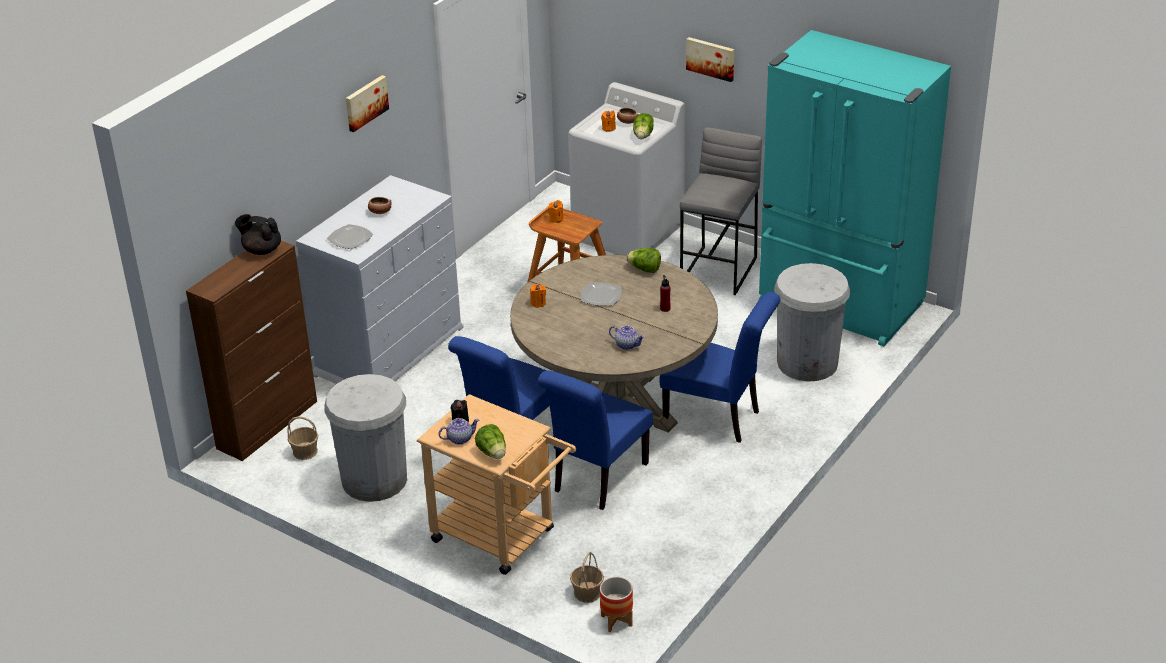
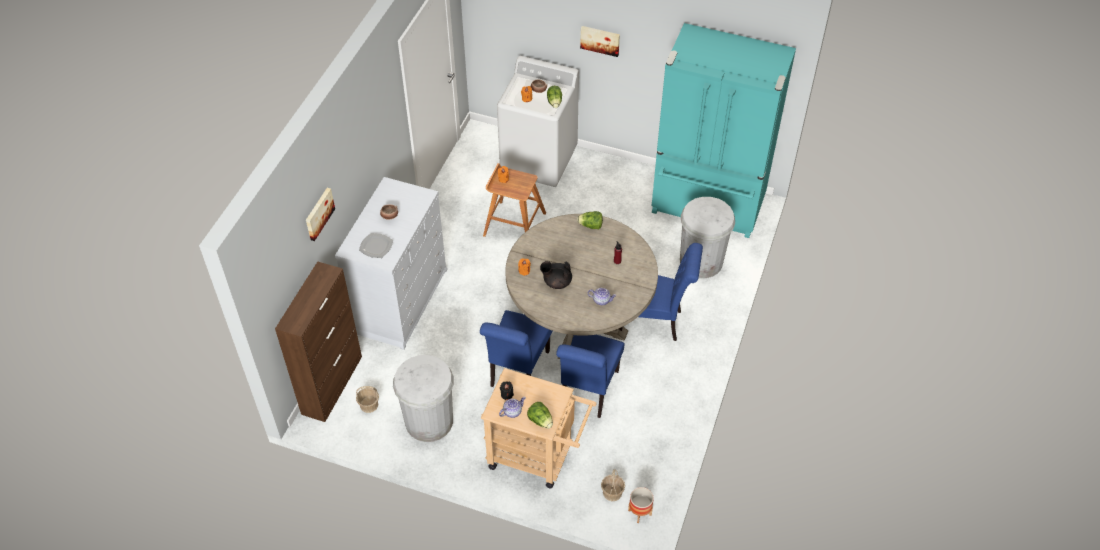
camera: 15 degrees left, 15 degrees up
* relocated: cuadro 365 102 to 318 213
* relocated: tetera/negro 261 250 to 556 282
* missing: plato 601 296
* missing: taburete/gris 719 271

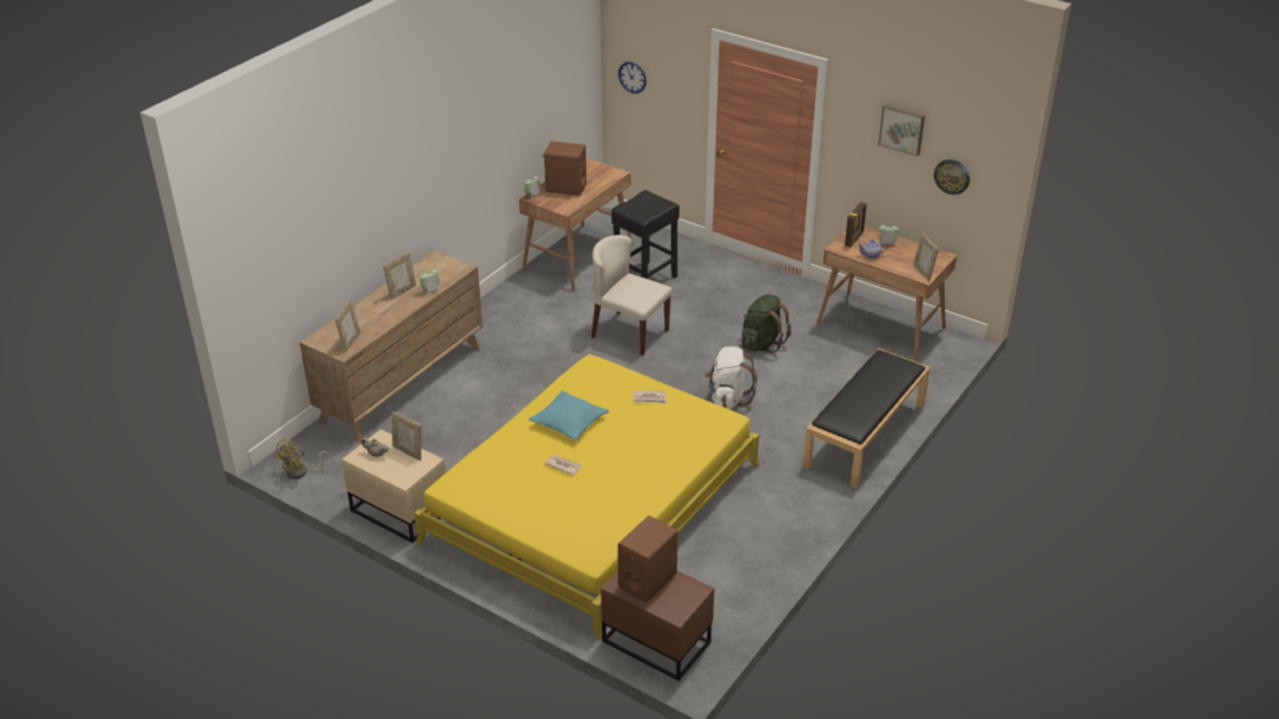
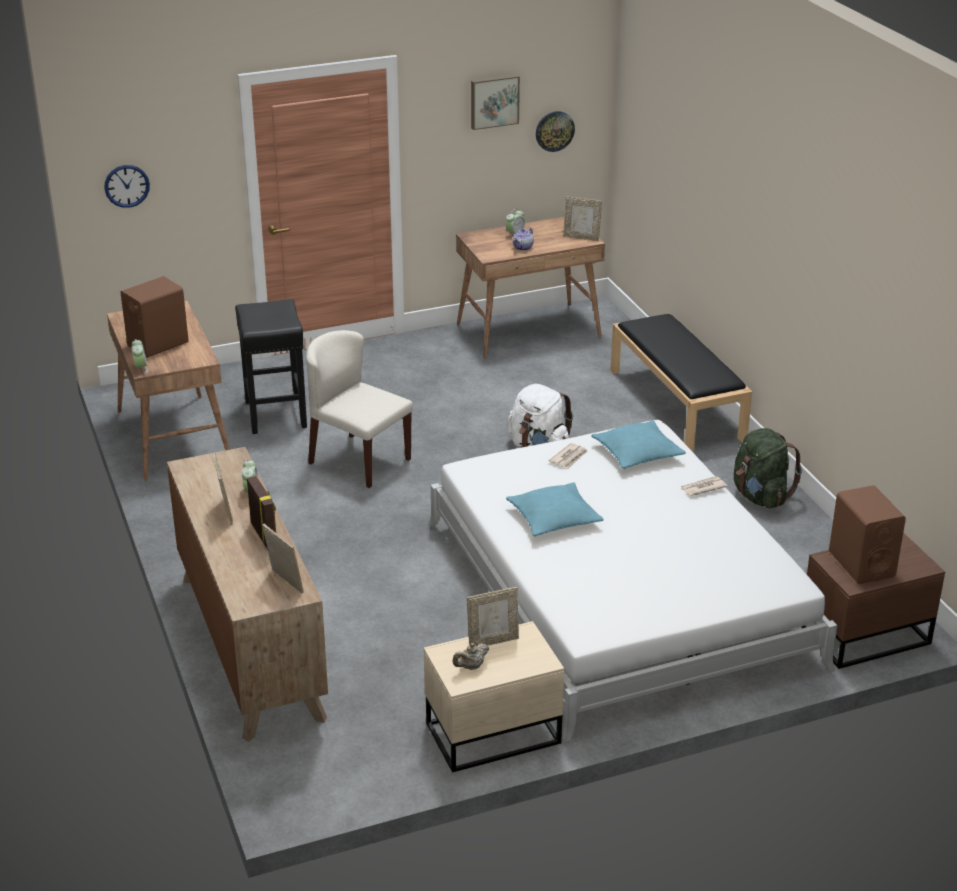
camera: 55 degrees left, 5 degrees down
* relocated: portarretratos 854 239 to 264 535
* spun: silla/beis 629 333 = 359 461 60 degrees clockwise
* colour: cama/amarillo 593 503 to cama/blanco 618 592
* appeared: cojín/turquesa 637 453
* relocated: periódico 563 465 to 702 488
* relocated: mochila/verde 762 343 to 760 496
* missing: ventilador/amarillo 302 472

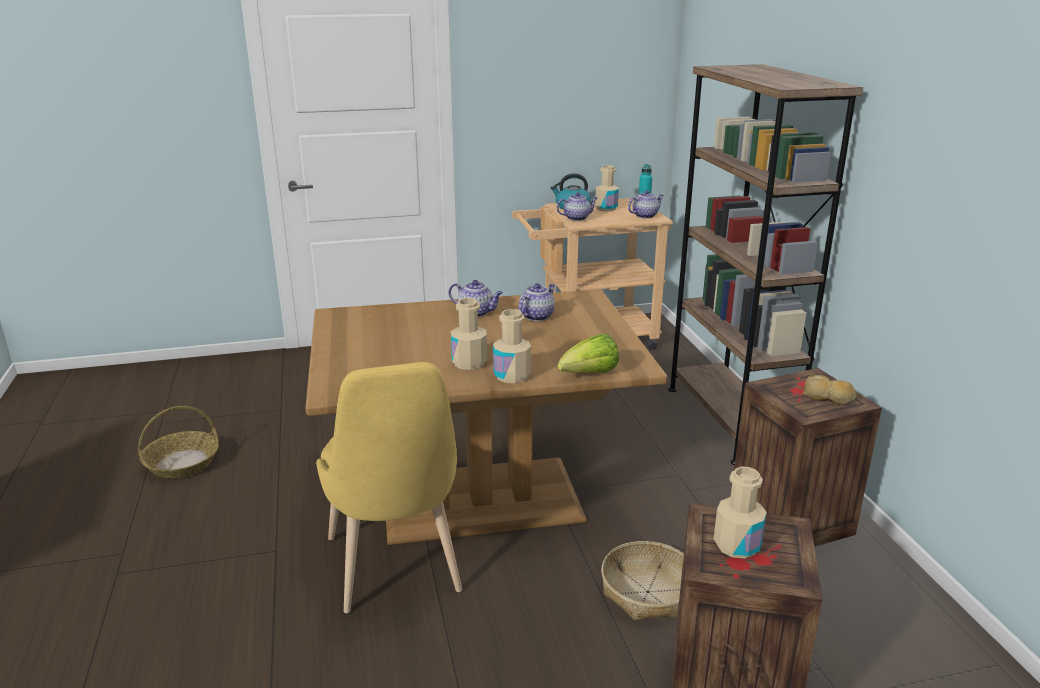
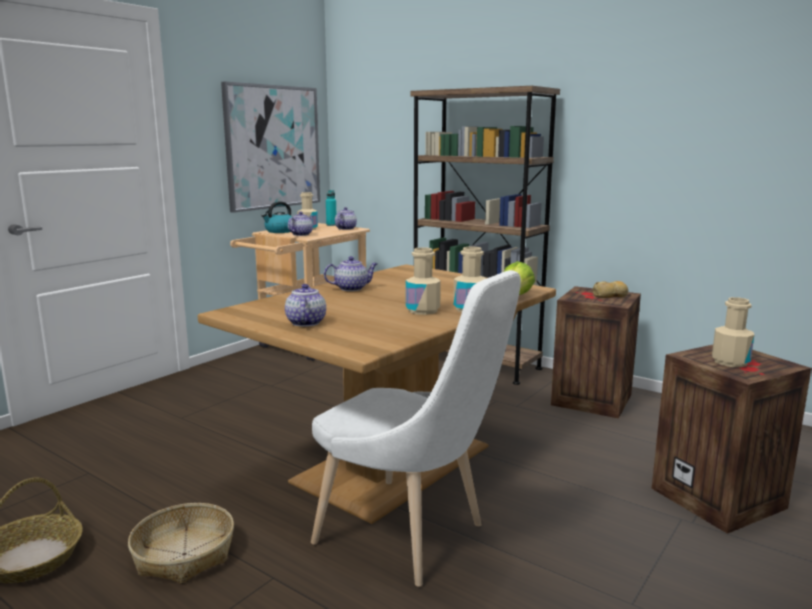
camera: 40 degrees left, 10 degrees down
* relocated: cesta 648 592 to 184 554
* appeared: cuadro 273 147
* relocated: tetera 536 316 to 305 322
* colour: silla/amarillo 397 571 to silla/blanco 410 537

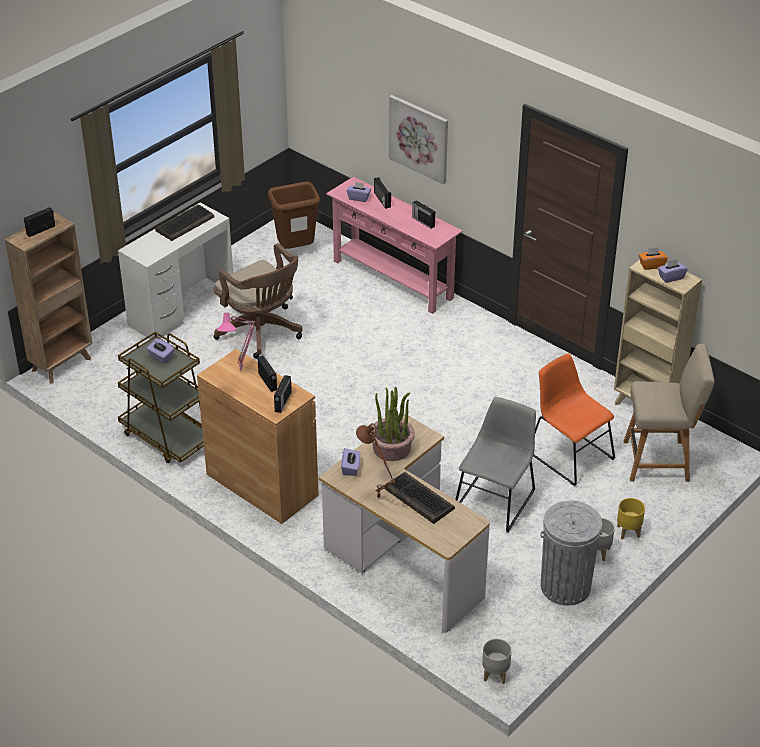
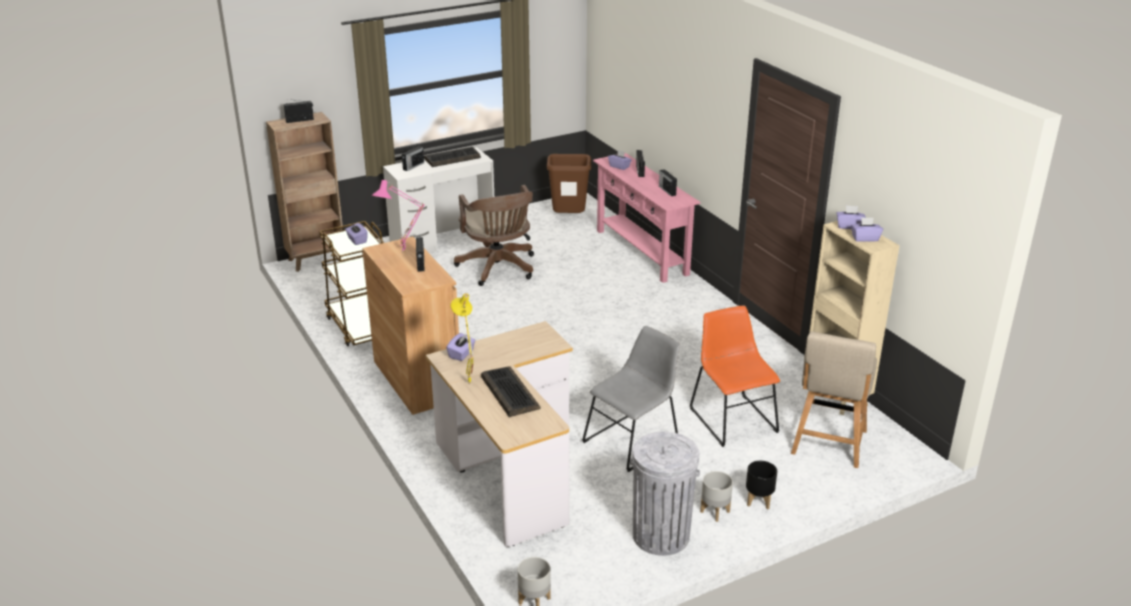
camera: 20 degrees right, 10 degrees down
* relocated: radio 282 402 to 413 166
* colour: lámpara de mesa/marrón 376 498 to lámpara de mesa/amarillo 467 383
* colour: maceta/amarillo 628 531 to maceta/negro 759 501
* spun: silla/beis 660 461 = 828 444 90 degrees clockwise
* colour: caja de pañuelos/naranja 651 265 to caja de pañuelos/morado 849 226
* missing: planta en maceta 392 448
* missing: cuadro 419 138

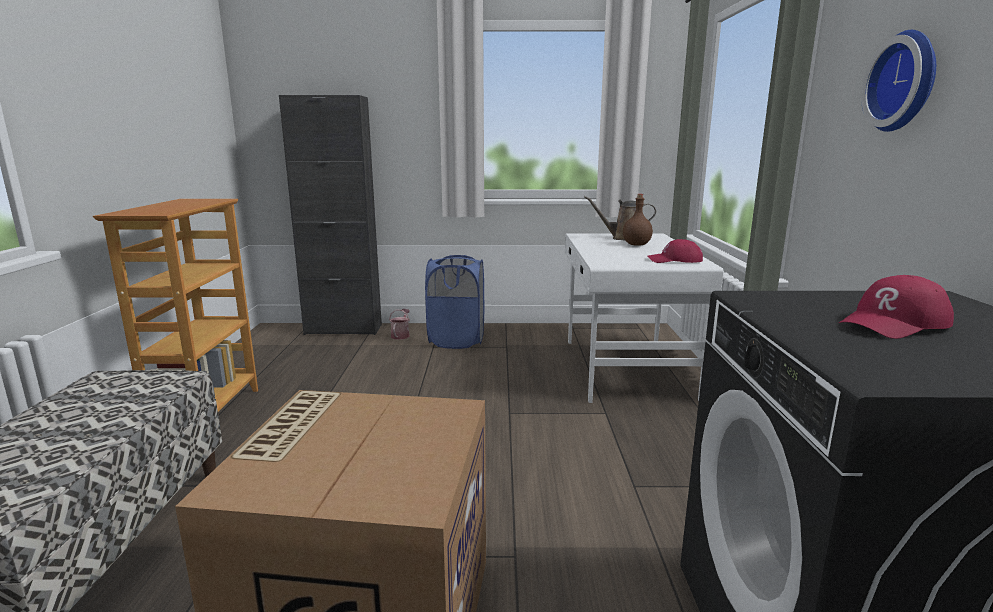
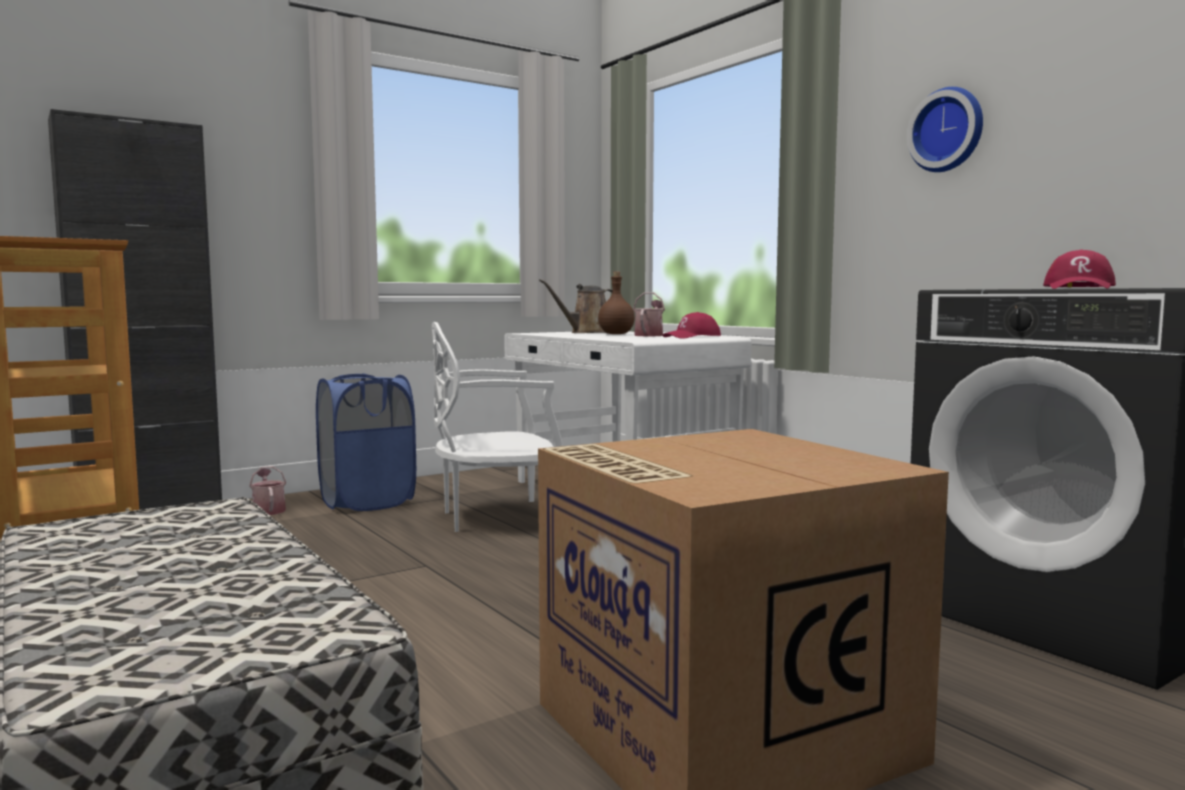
camera: 35 degrees left, 10 degrees down
* appeared: silla/blanco 496 518
* appeared: regadera 649 335

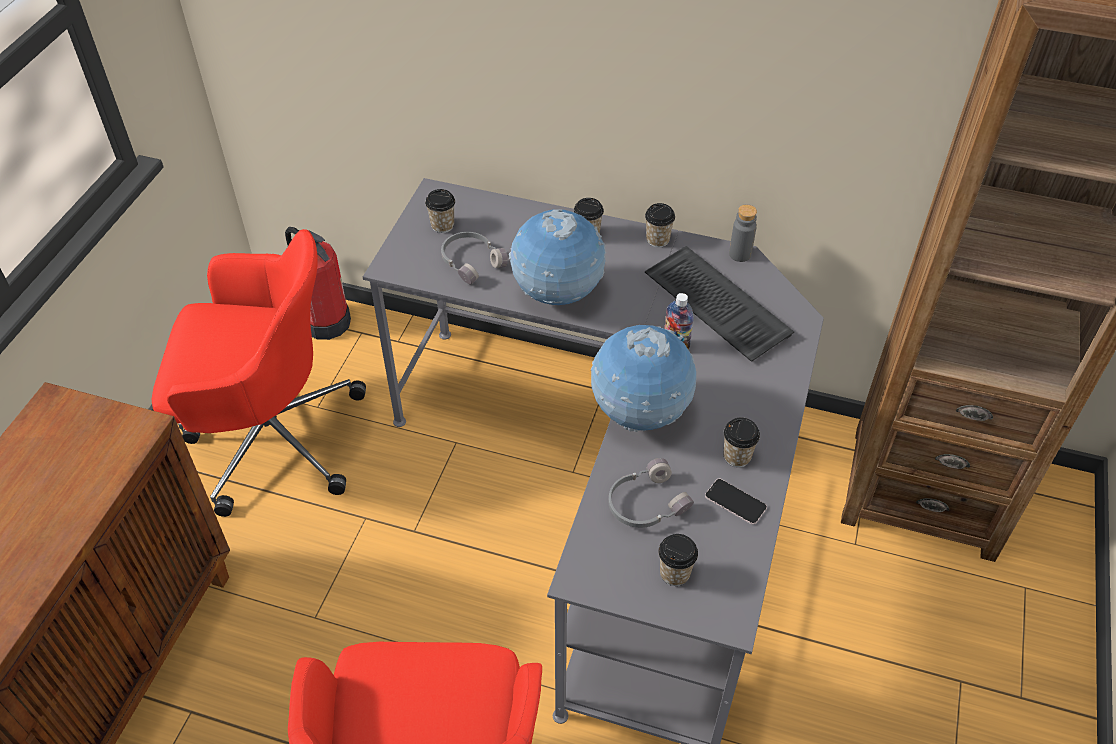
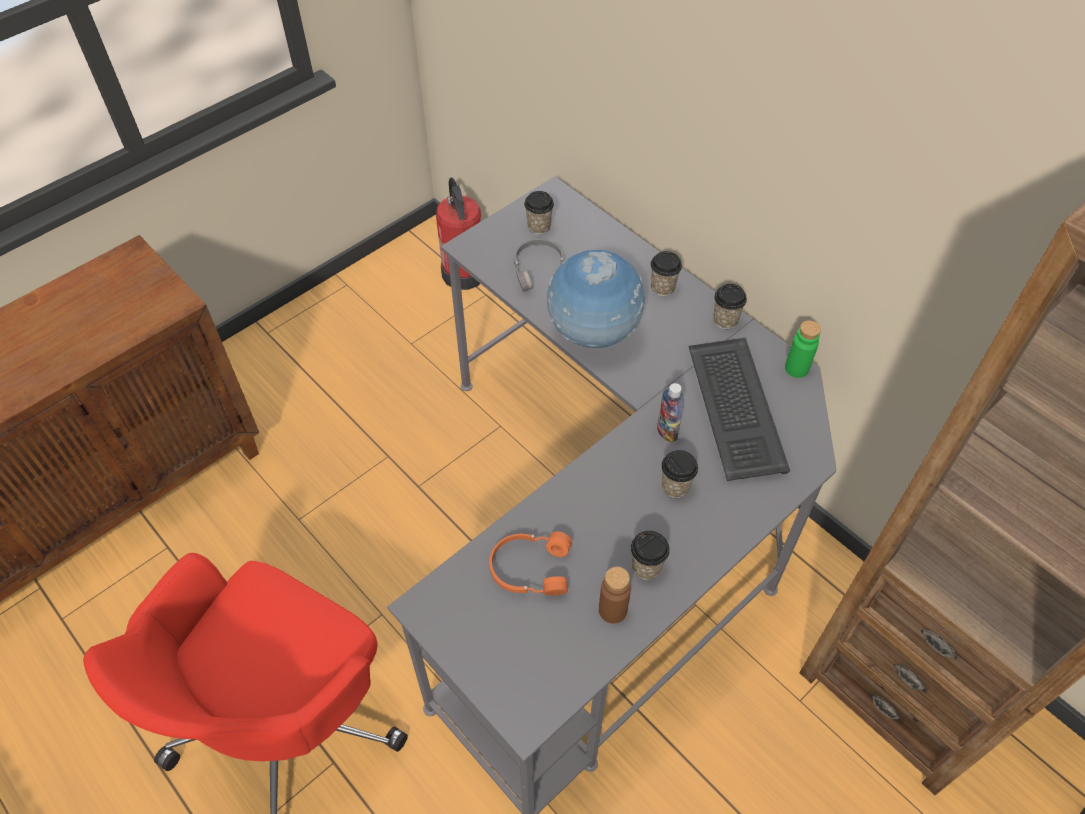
camera: 30 degrees right, 5 degrees up
* colour: auriculares/gris 645 503 to auriculares/naranja 530 568
* exchanged: móvil 735 502 to botella/marrón 612 610
* relocated: taza 674 573 to 675 487
* colour: botella/gris 740 254 to botella/verde 796 368
* missing: silla de oficina/rojo 271 437
* missing: globo terráqueo 640 414

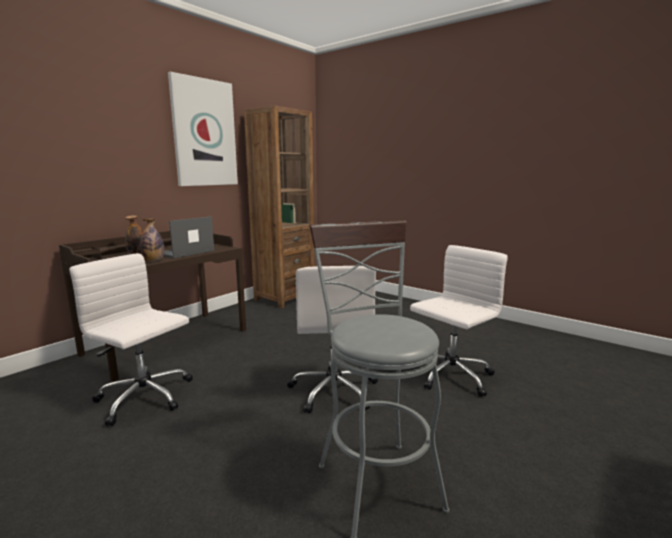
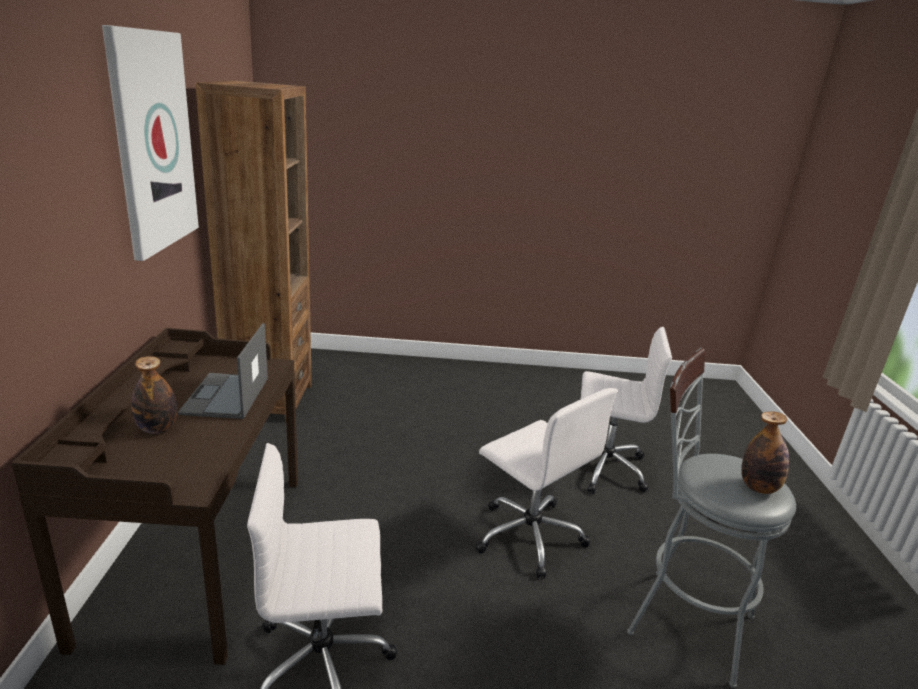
camera: 40 degrees left, 10 degrees up
* spun: silla de oficina/blanco 449 375 = 602 466 90 degrees clockwise
* relocated: botella 153 261 to 758 487

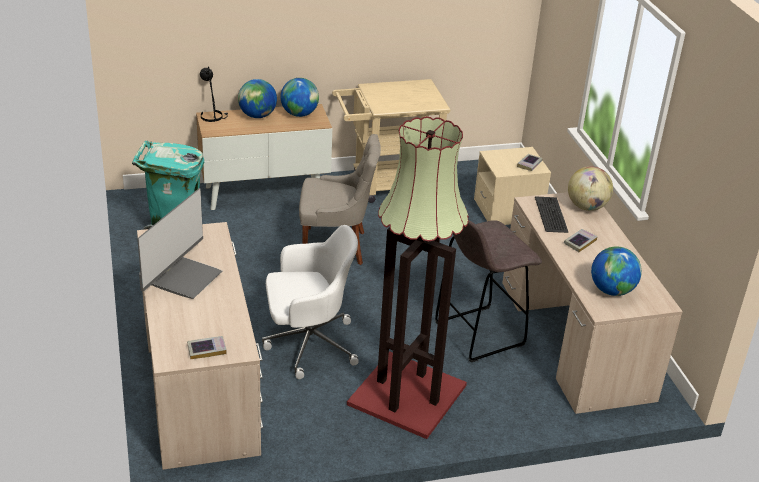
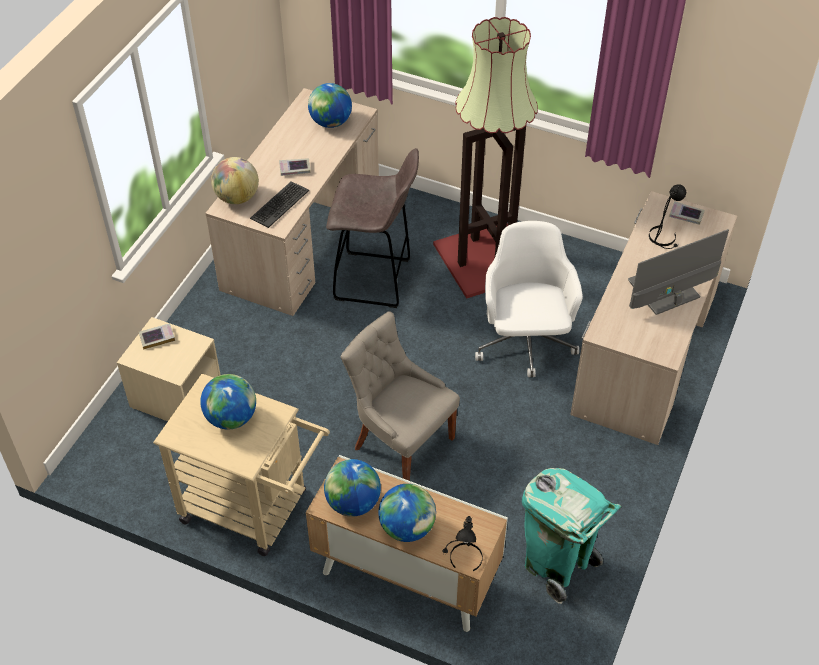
camera: 140 degrees left, 15 degrees up
* appeared: globo terráqueo 231 418
* spun: silla de oficina/blanco 308 344 = 525 343 60 degrees clockwise
* appeared: lámpara de mesa/negro 663 237

